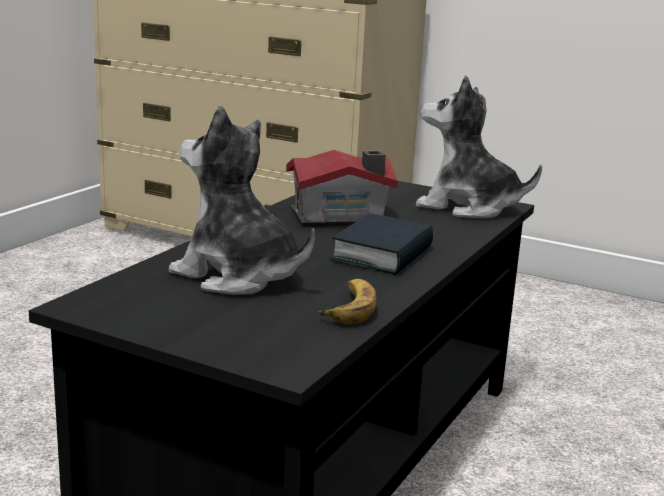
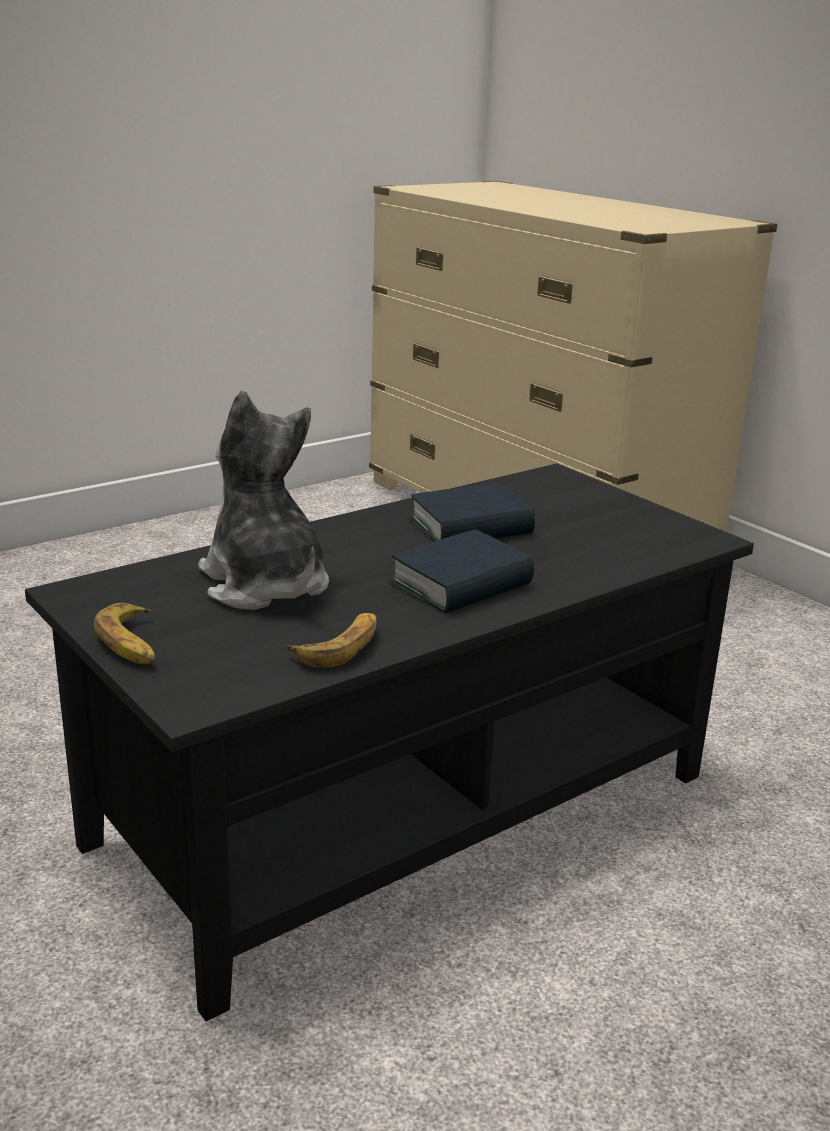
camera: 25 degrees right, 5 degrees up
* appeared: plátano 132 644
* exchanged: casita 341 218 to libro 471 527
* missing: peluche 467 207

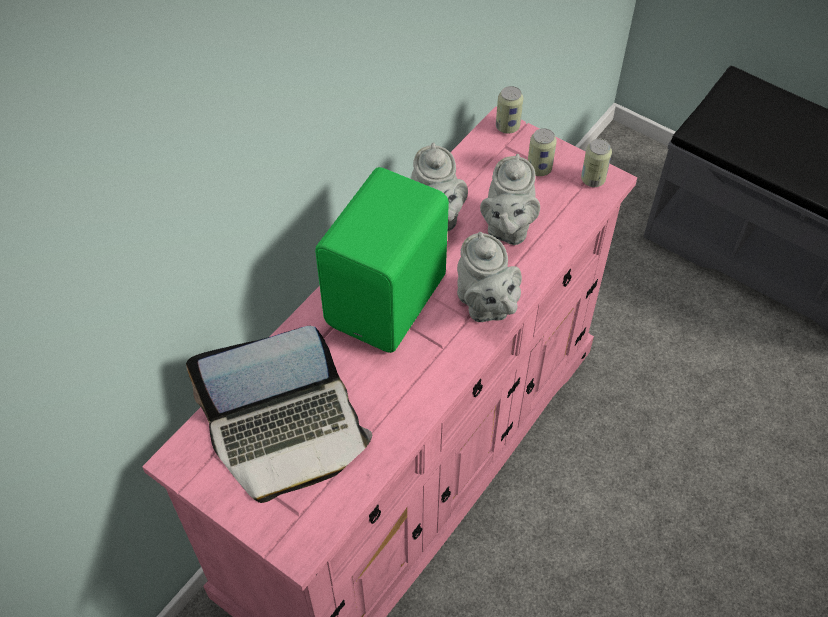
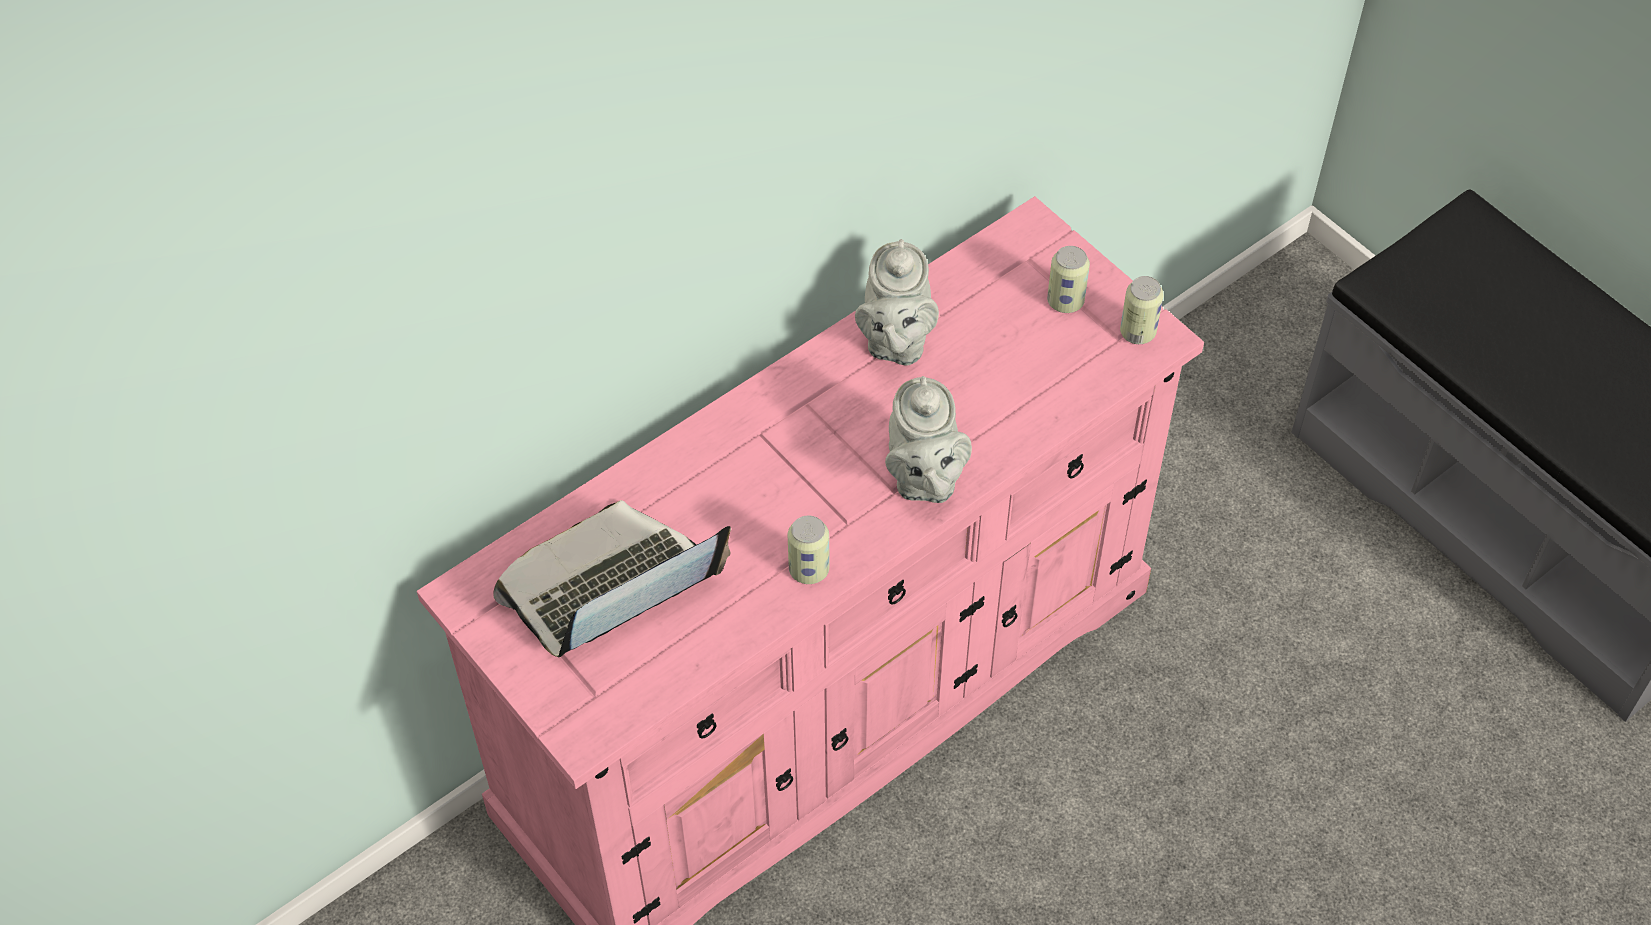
camera: 15 degrees right, 0 degrees up
* spun: portátil 287 433 = 610 590 150 degrees clockwise
* relocated: lata 507 127 to 809 570
* missing: altavoz/verde 390 300
* missing: tetera/gris 507 228

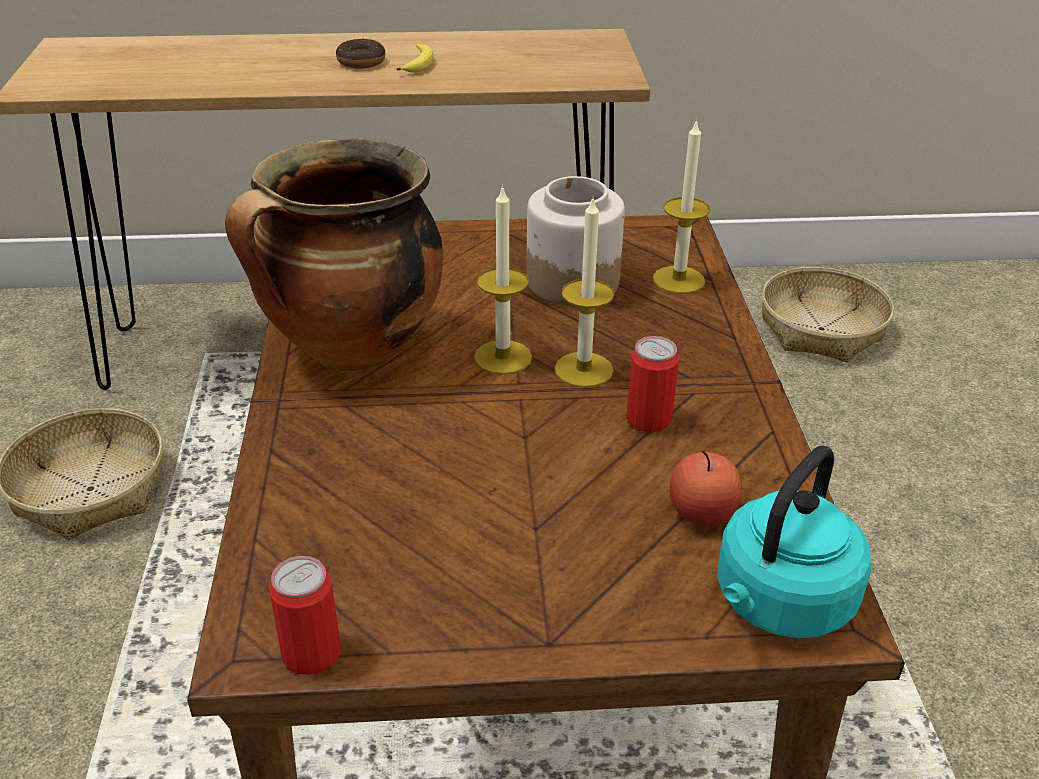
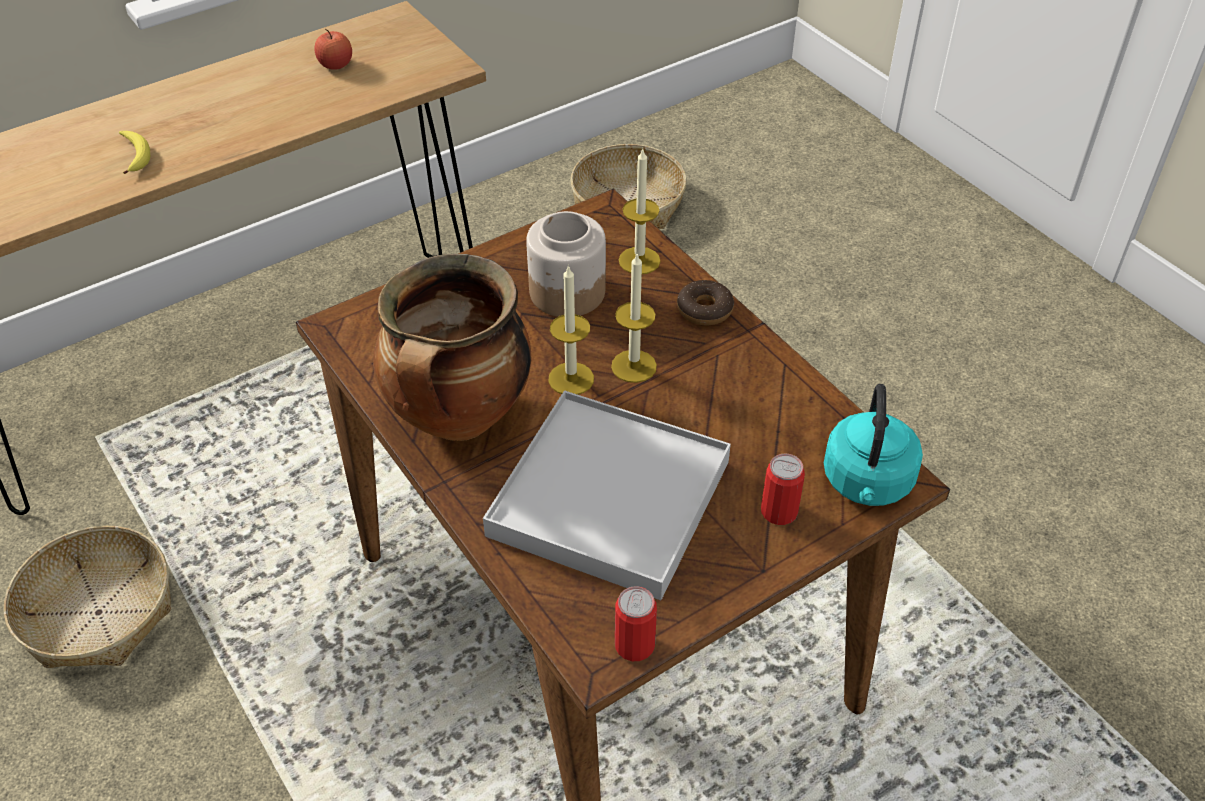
camera: 30 degrees left, 10 degrees up
* relocated: plátano 418 64 to 135 155
* relocated: manzana 702 512 to 336 65
* appeared: bandeja/blanco 609 499
* relocated: rosquilla 361 62 to 704 309
* relocated: lata 648 419 to 779 511

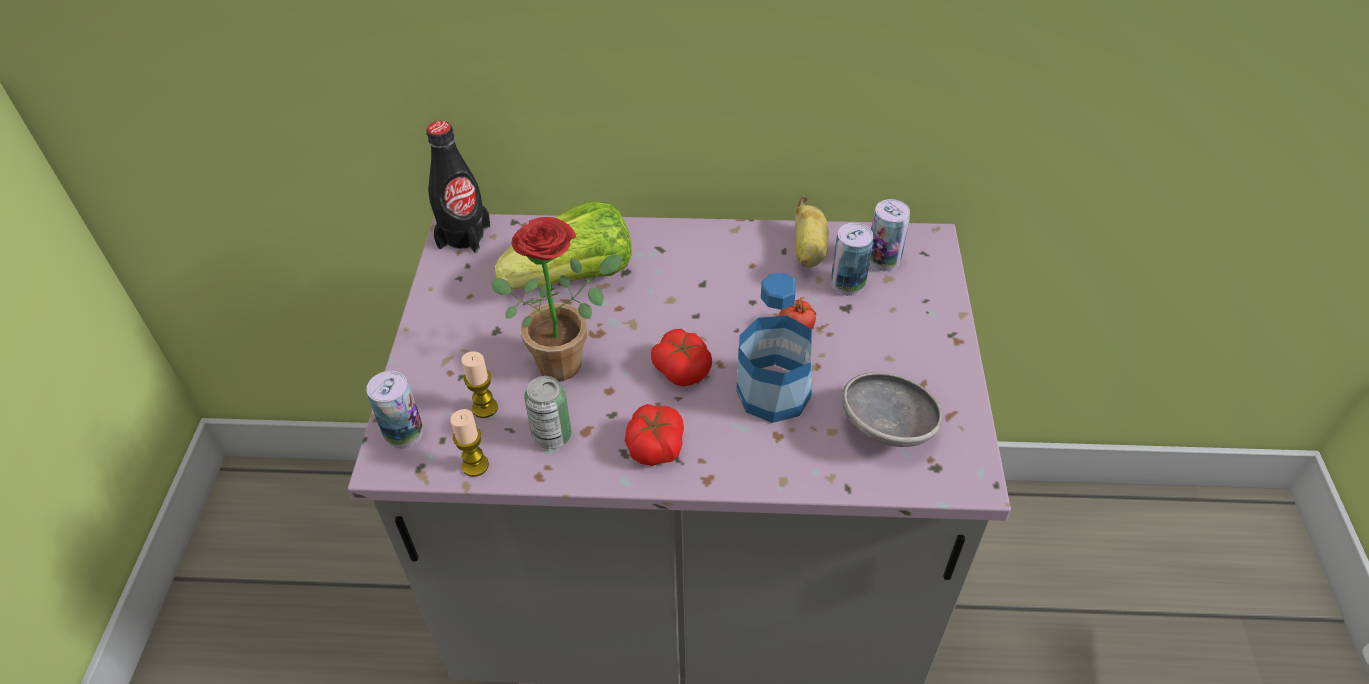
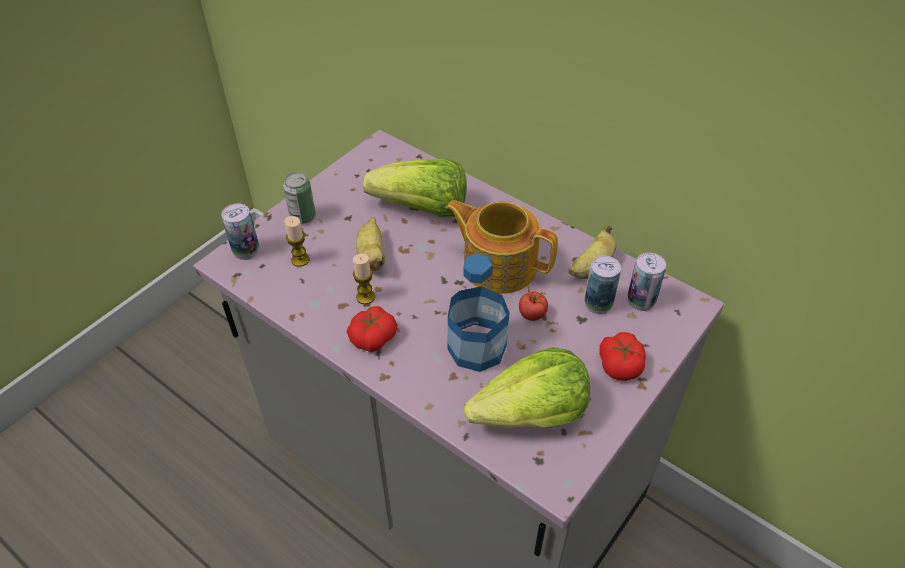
camera: 35 degrees right, 0 degrees up
* relocated: lata 552 435 to 303 217
* relocated: vela 475 465 to 365 297
* exchanged: planta en maceta 568 359 to plátano 372 256
* appeared: tetera 498 265
* exchanged: cuenco/gris 888 427 to lechuga 531 414
* relocated: tomate 682 368 to 620 364
* missing: botella/negro 464 236

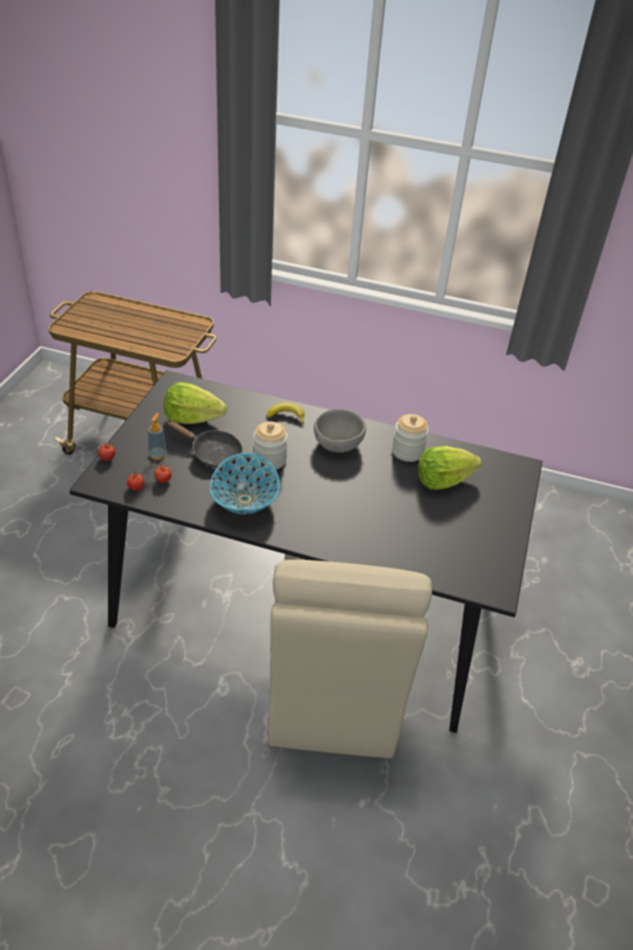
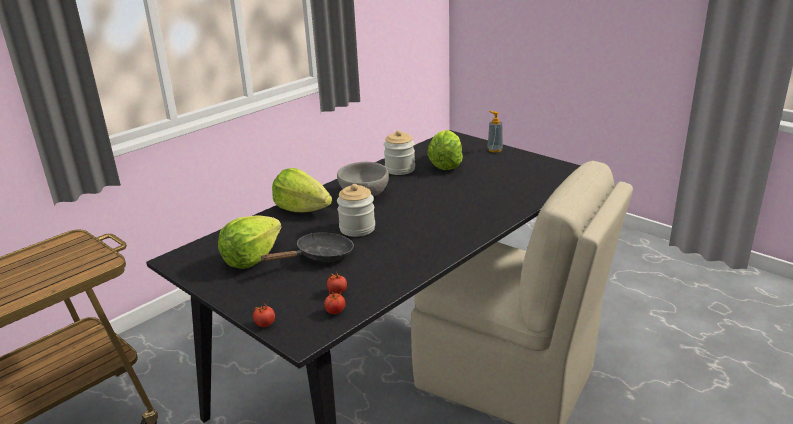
camera: 60 degrees left, 15 degrees down
* exchanged: plátano 287 416 to lechuga 302 209
* relocated: dispensador de jabón 157 455 to 494 150
* missing: cuenco 244 500

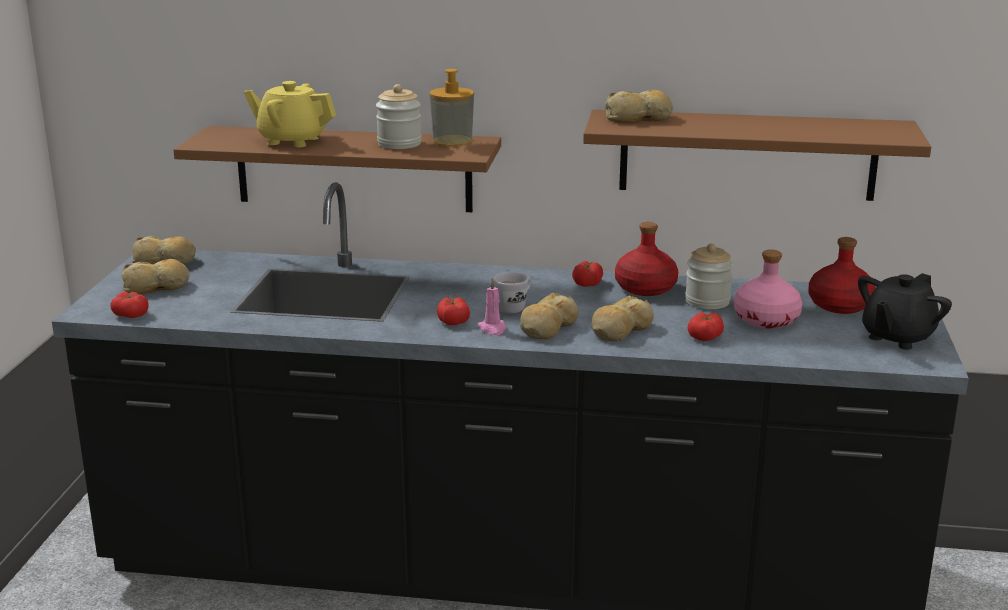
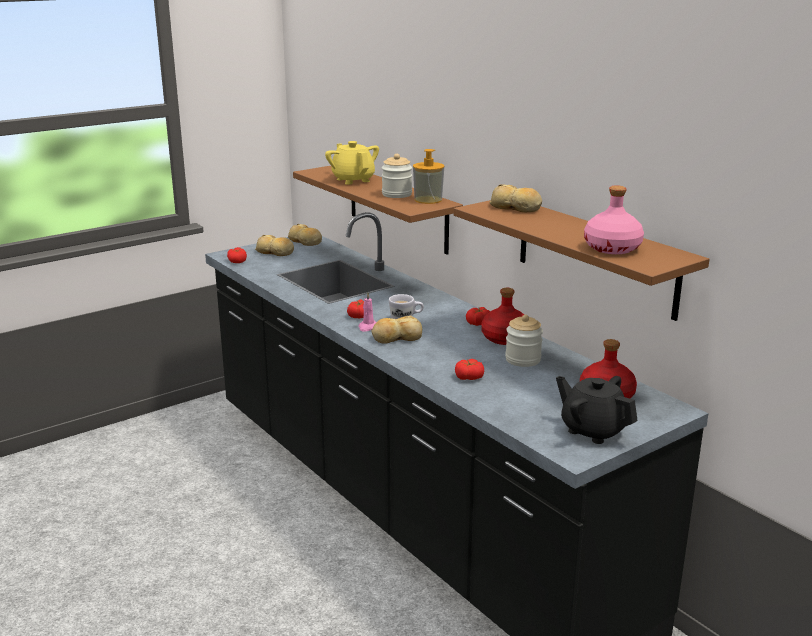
camera: 45 degrees right, 0 degrees up
* spun: tetera/negro 897 337 = 593 430 45 degrees clockwise
* relocated: botella/rosa 766 320 to 612 248
* missing: pan 620 330

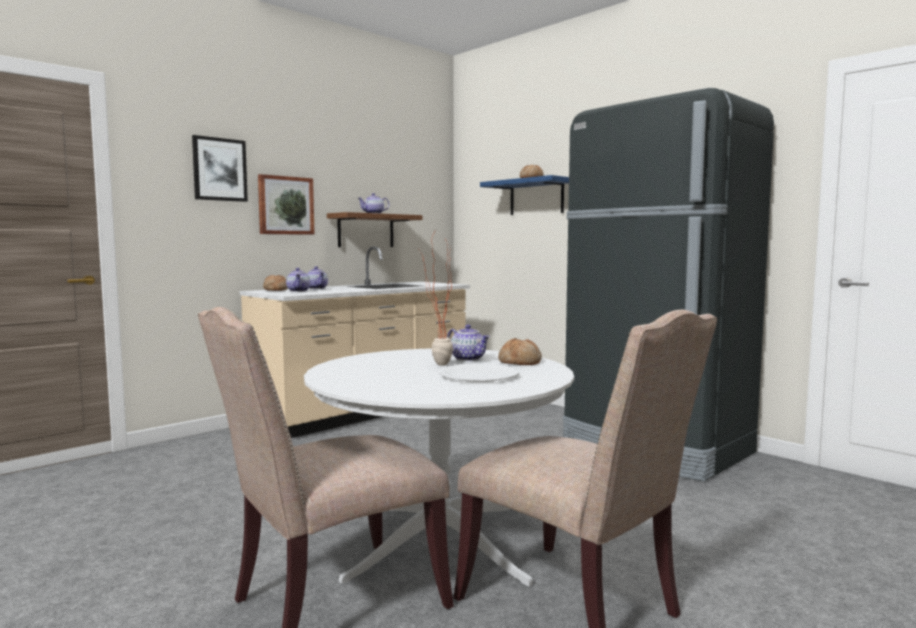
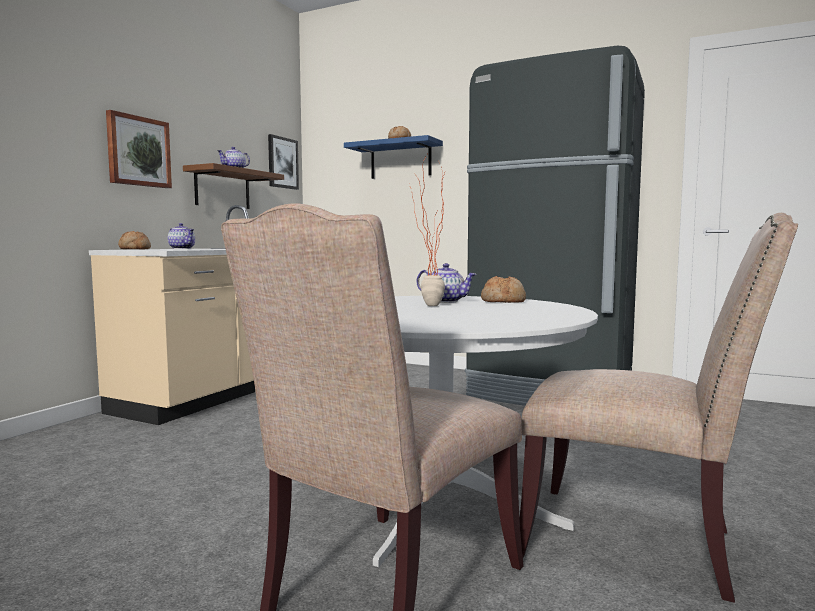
camera: 20 degrees left, 0 degrees up
* relocated: cuadro 219 169 to 282 163
* missing: tetera 299 291
* missing: plato/blanco 479 375

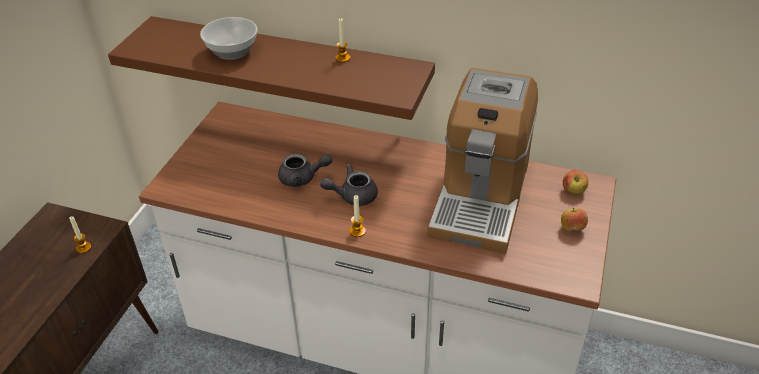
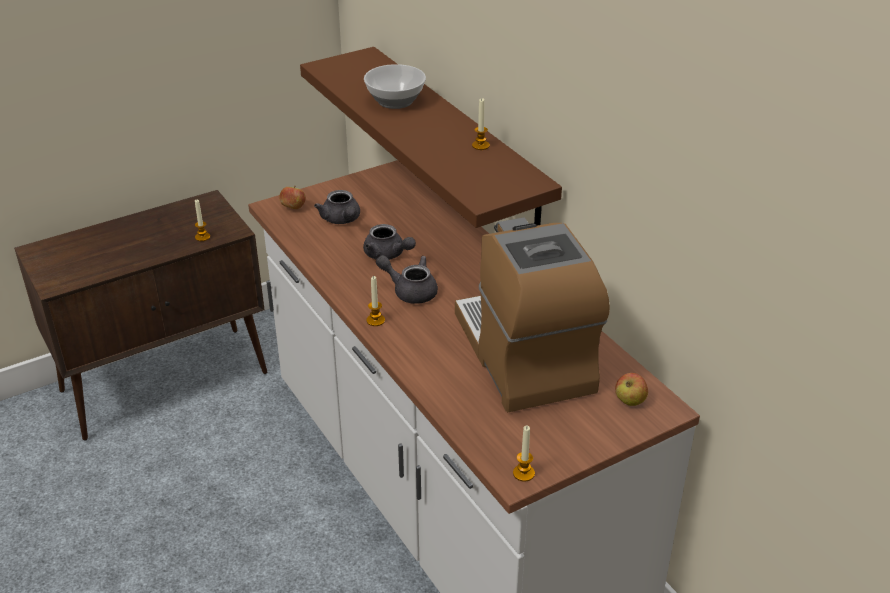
camera: 40 degrees right, 5 degrees down
* relocated: manzana 572 228 to 293 208
* appeared: tetera/gris 342 220
* spun: cafetera 480 198 = 524 355 105 degrees clockwise
* appeared: vela 523 473

